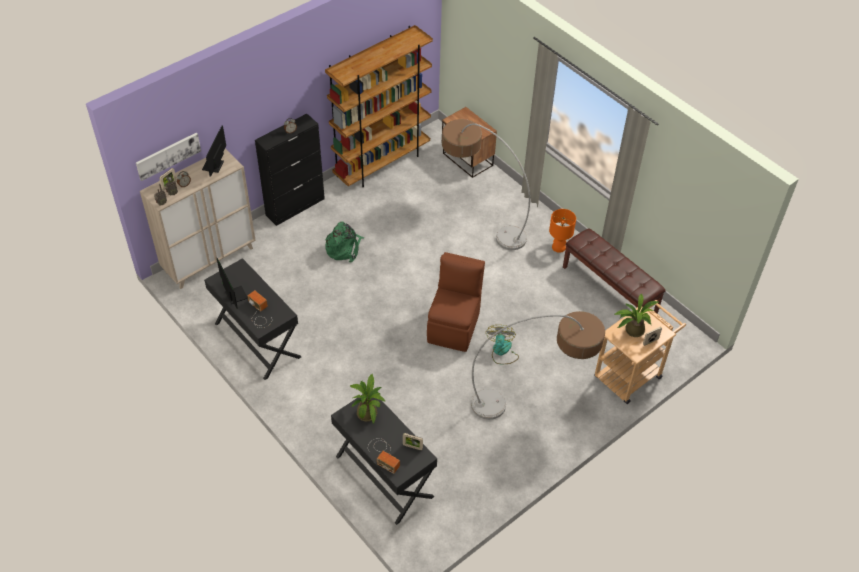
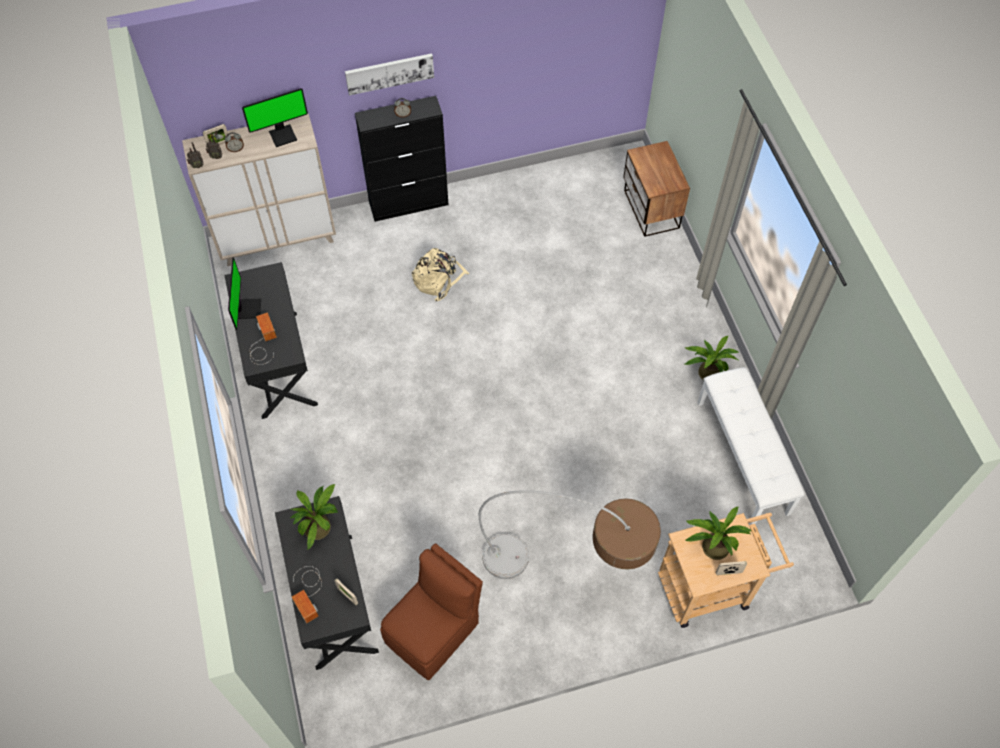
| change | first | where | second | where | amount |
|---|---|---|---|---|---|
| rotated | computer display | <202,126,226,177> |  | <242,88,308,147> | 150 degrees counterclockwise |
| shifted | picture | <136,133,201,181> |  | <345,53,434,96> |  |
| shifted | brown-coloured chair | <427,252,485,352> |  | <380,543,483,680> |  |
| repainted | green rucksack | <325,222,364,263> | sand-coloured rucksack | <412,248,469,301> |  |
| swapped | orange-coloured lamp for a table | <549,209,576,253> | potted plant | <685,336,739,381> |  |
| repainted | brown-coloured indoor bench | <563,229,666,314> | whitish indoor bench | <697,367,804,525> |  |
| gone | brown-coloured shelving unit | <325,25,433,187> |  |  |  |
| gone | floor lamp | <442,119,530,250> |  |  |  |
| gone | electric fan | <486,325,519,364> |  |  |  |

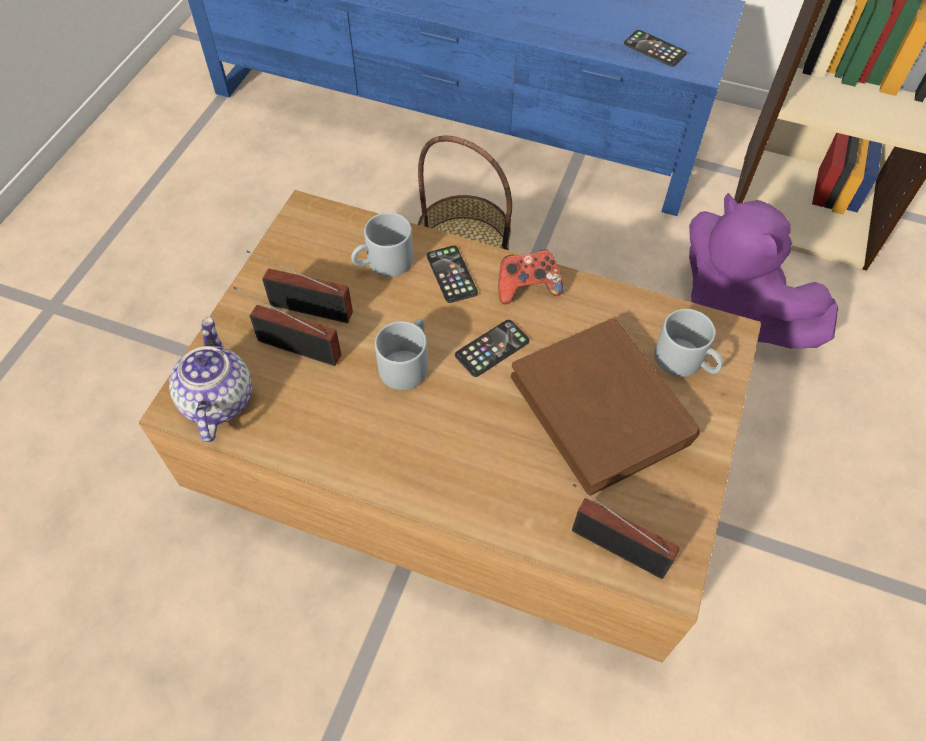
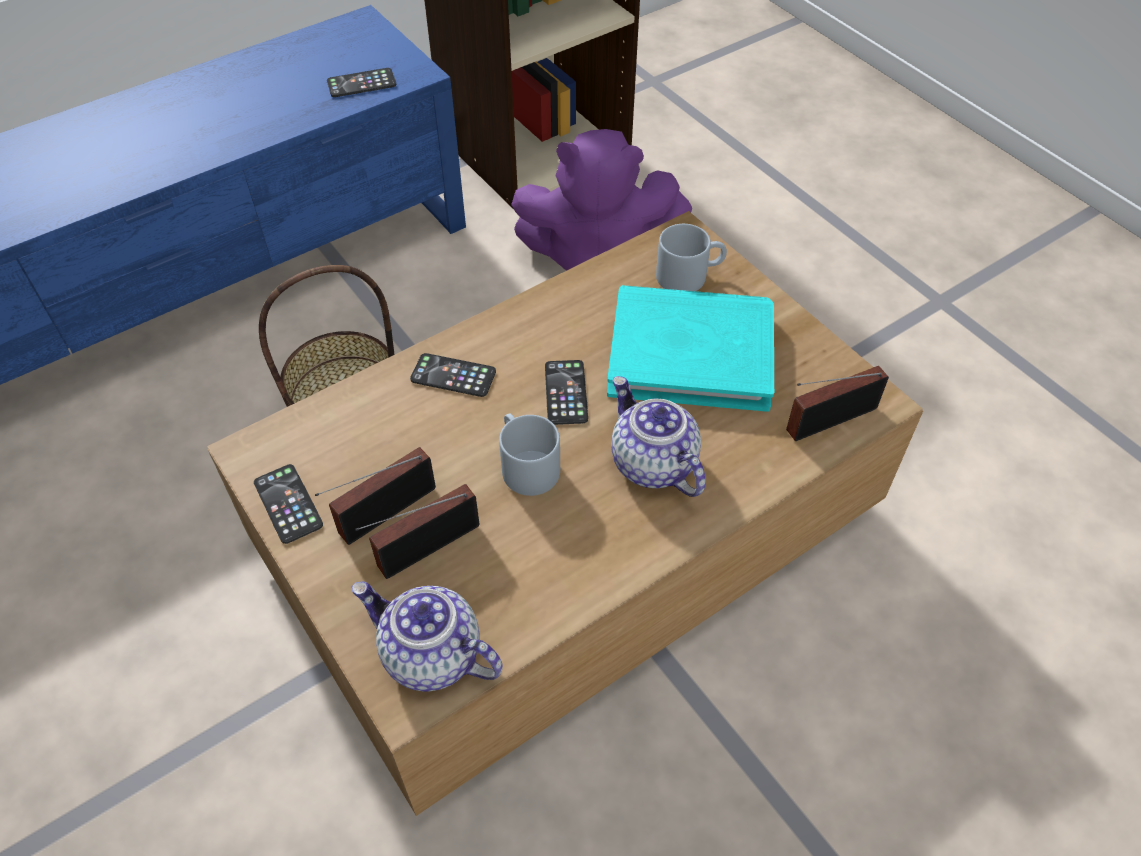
| change | first | where | second | where | amount |
|---|---|---|---|---|---|
| new |  |  | phone | <254,464,323,544> |  |
| repainted | brown-coloured bound book | <511,318,700,496> | turquoise-coloured bound book | <607,285,774,412> |  |
| new |  |  | tea pot | <611,376,706,497> |  |
| gone | greyish mug | <351,212,413,277> |  |  |  |
| gone | joypad | <499,249,563,304> |  |  |  |

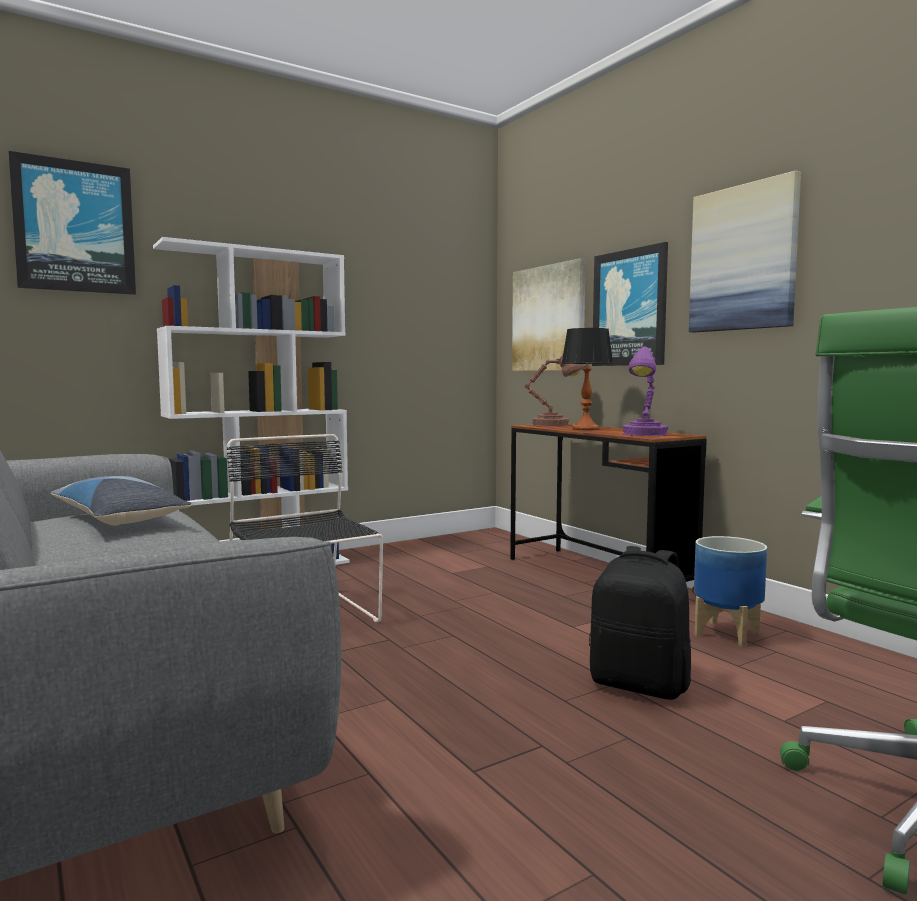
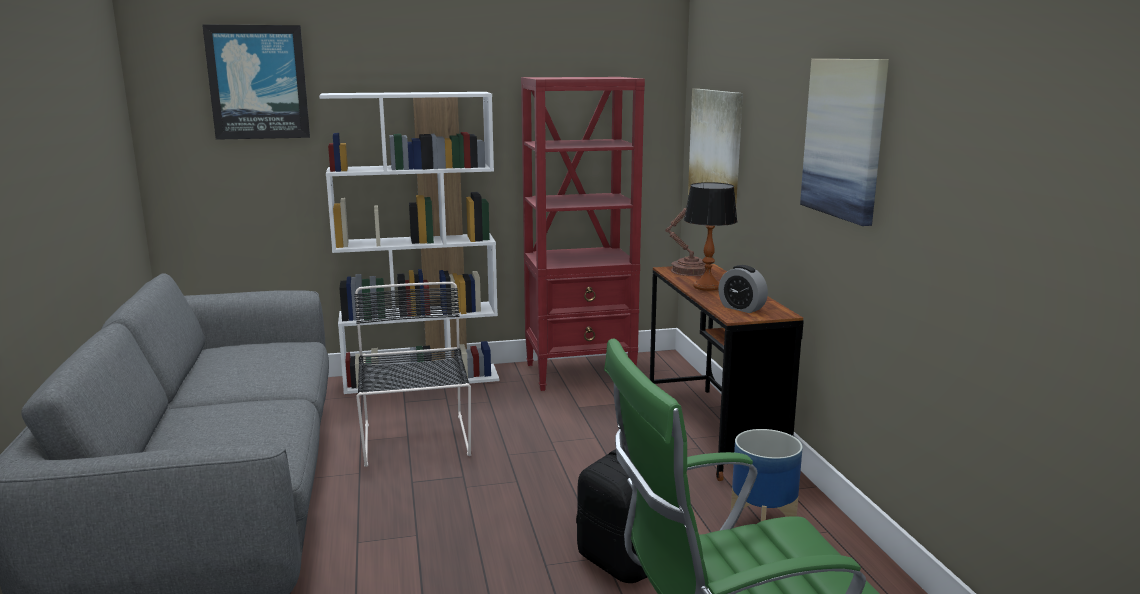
| change | first | where | second | where | amount |
|---|---|---|---|---|---|
| new |  |  | red shelving unit | <521,77,645,391> |  |
| swapped | purplish lamp for a table | <622,346,669,436> | alarm clock | <718,265,768,313> |  |
| gone | pillow | <51,476,191,526> |  |  |  |
| gone | picture | <592,242,668,366> |  |  |  |

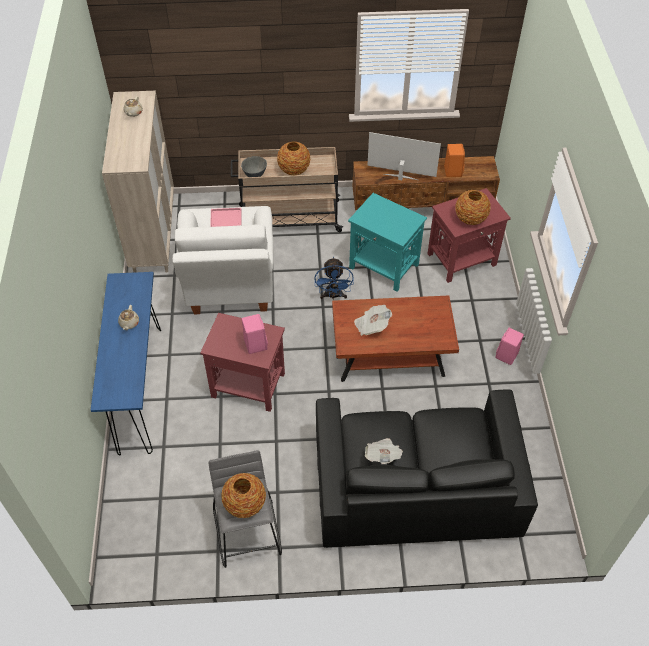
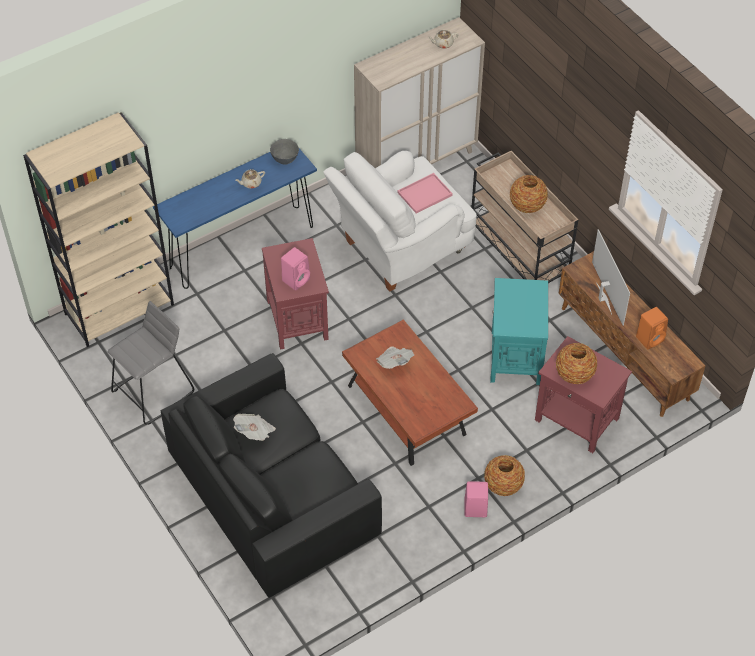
| change | first | where | second | where | amount |
|---|---|---|---|---|---|
| new |  |  | sand-coloured shelving unit | <23,112,174,347> |  |
| shifted | greyish bowl | <241,156,267,177> |  | <270,139,299,165> |  |
| shifted | flower vase | <221,473,266,518> |  | <484,455,525,496> |  |
| gone | bluish electric fan | <314,257,354,300> |  |  |  |

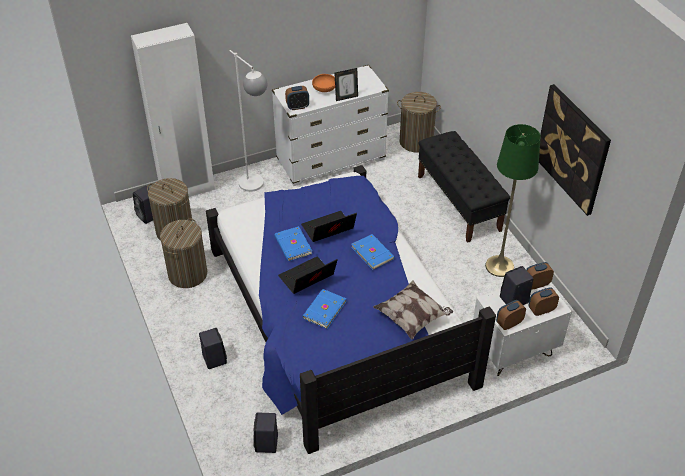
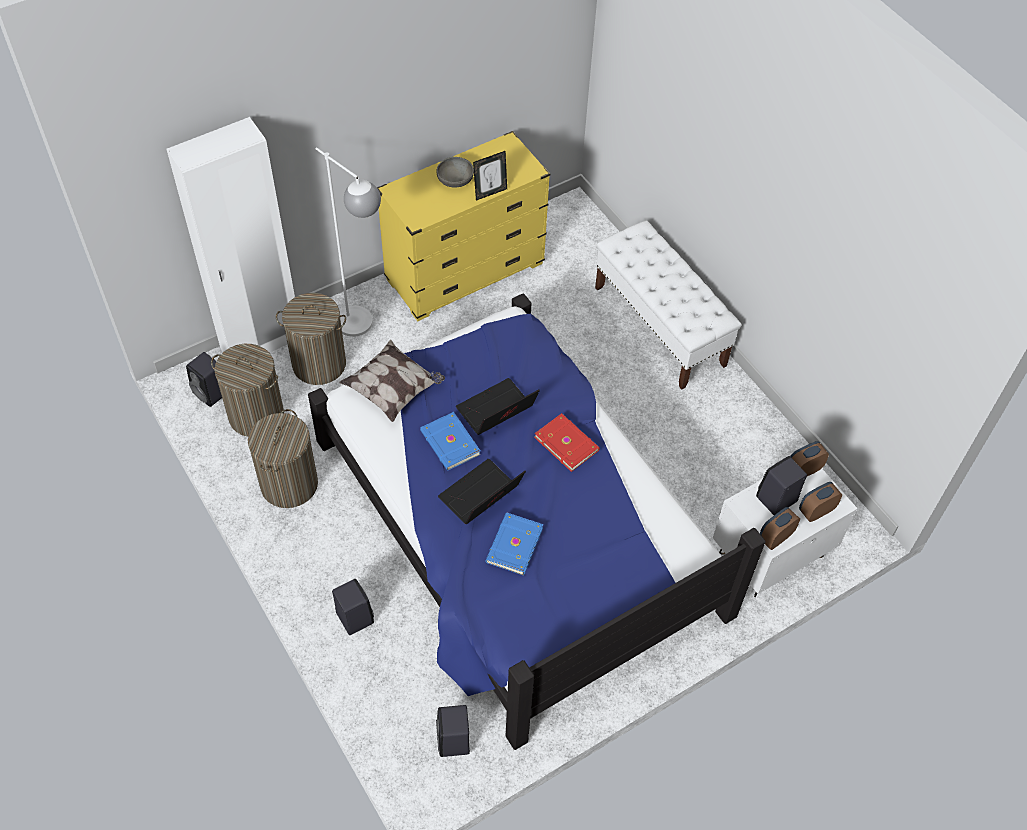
| change | first | where | second | where | amount |
|---|---|---|---|---|---|
| shifted | hamper | <397,92,441,153> |  | <276,293,346,385> |  |
| shifted | pillow | <373,280,453,339> |  | <339,339,445,422> |  |
| repainted | whitish chest of drawers | <272,65,389,186> | yellow chest of drawers | <377,131,550,321> |  |
| repainted | orange-coloured bowl | <312,74,335,92> | greyish bowl | <436,157,474,188> |  |
| repainted | bluish bound book | <351,234,395,270> | red bound book | <534,413,600,472> |  |
| repainted | black indoor bench | <418,131,510,243> | whitish indoor bench | <595,220,742,390> |  |
| gone | alarm clock | <285,86,309,110> |  |  |  |
| gone | green floor lamp | <485,124,541,277> |  |  |  |
| gone | picture | <539,84,611,216> |  |  |  |

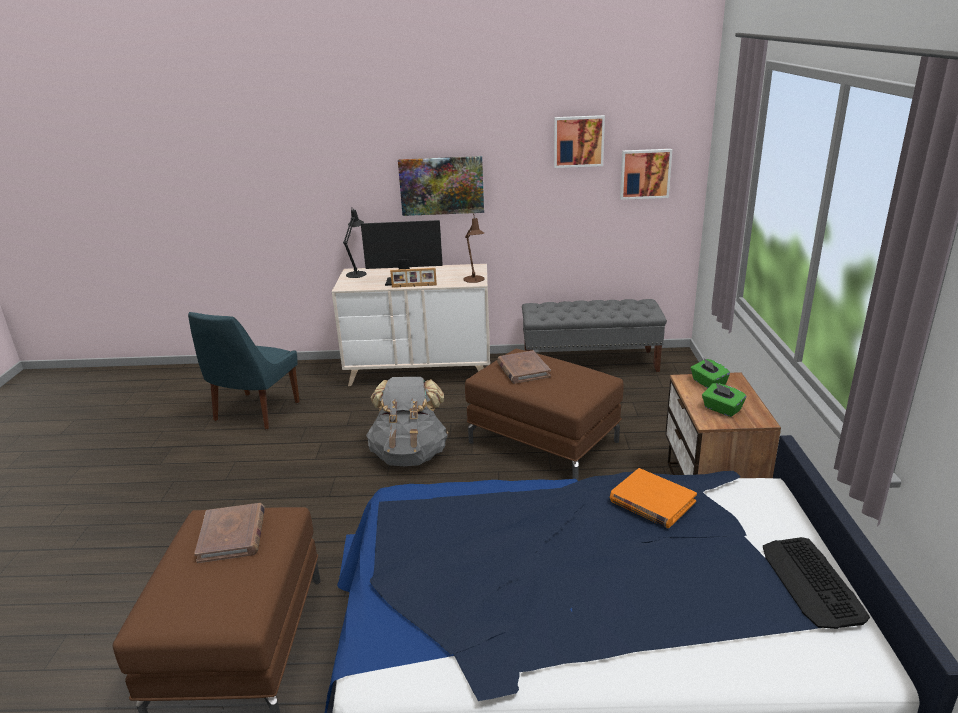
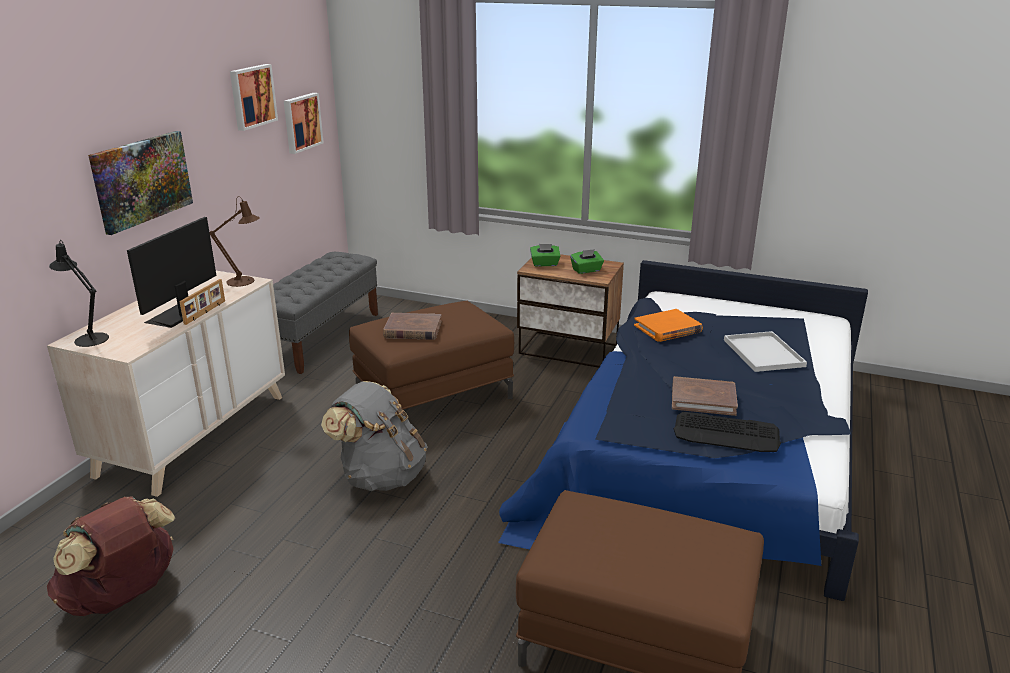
| change | first | where | second | where | amount |
|---|---|---|---|---|---|
| swapped | bluish chair | <188,312,300,429> | brown-coloured rucksack | <47,496,175,616> |  |
| shifted | brown-coloured bound book | <194,503,265,563> |  | <672,376,738,416> |  |
| shifted | keyboard | <763,537,870,629> |  | <674,412,781,452> |  |
| new |  |  | whitish tray | <724,331,807,372> |  |

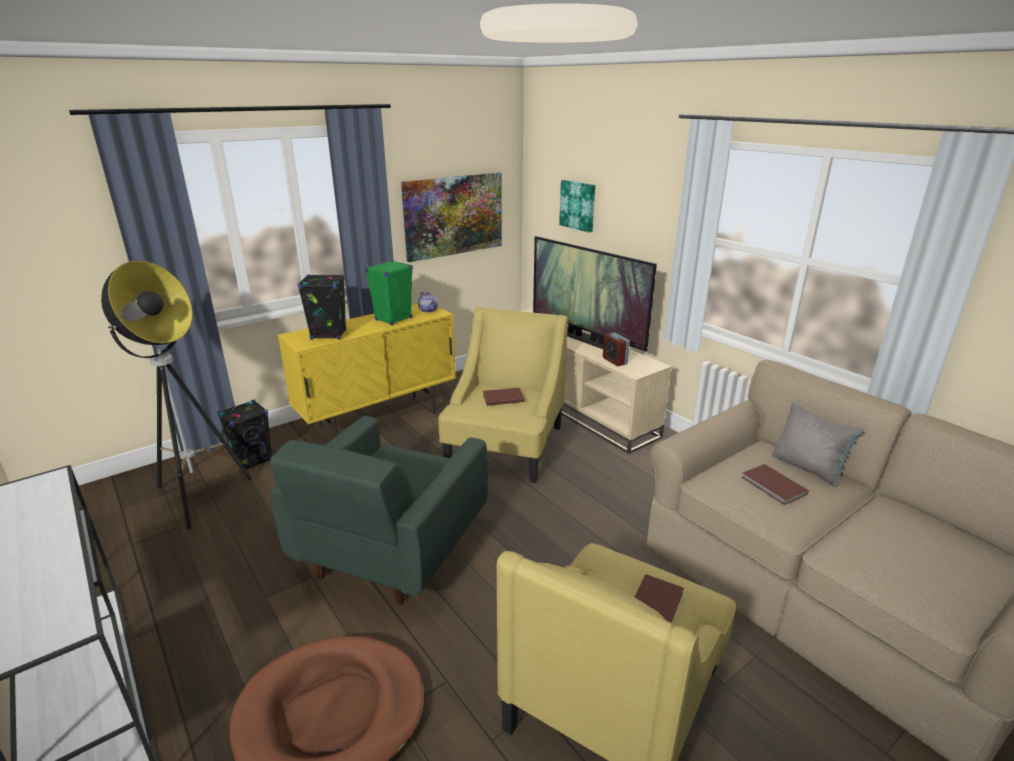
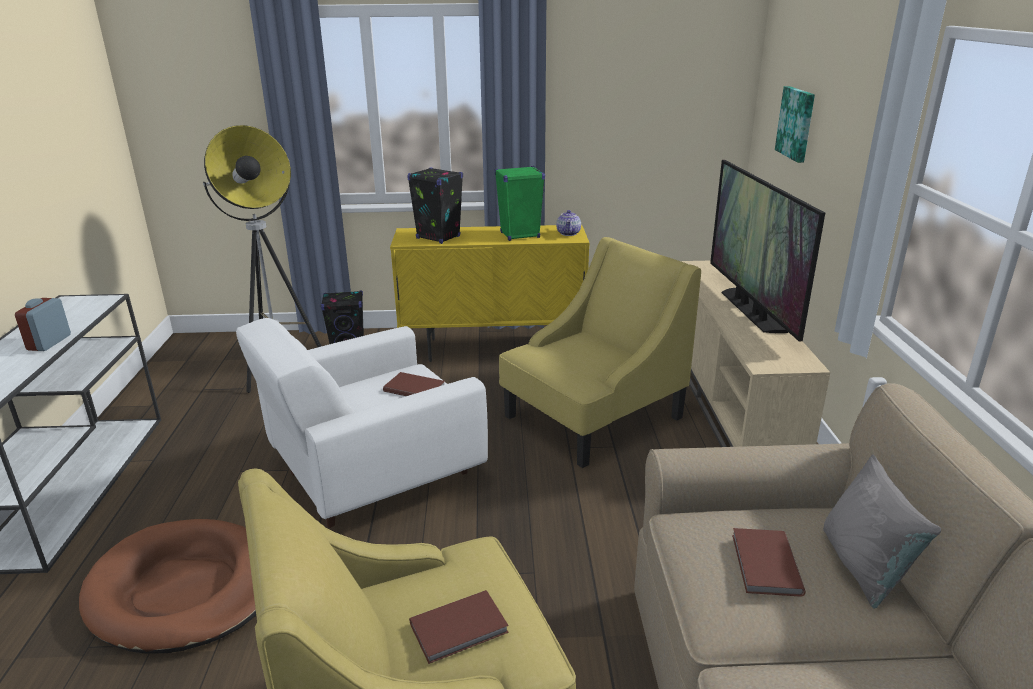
| change | first | where | second | where | amount |
|---|---|---|---|---|---|
| shifted | alarm clock | <603,332,630,366> |  | <15,298,71,351> |  |
| repainted | green lounge chair | <270,416,488,605> | whitish lounge chair | <236,318,488,528> |  |
| shifted | brown-coloured bound book | <483,388,525,406> |  | <383,372,445,396> |  |
| gone | picture | <401,172,502,262> |  |  |  |

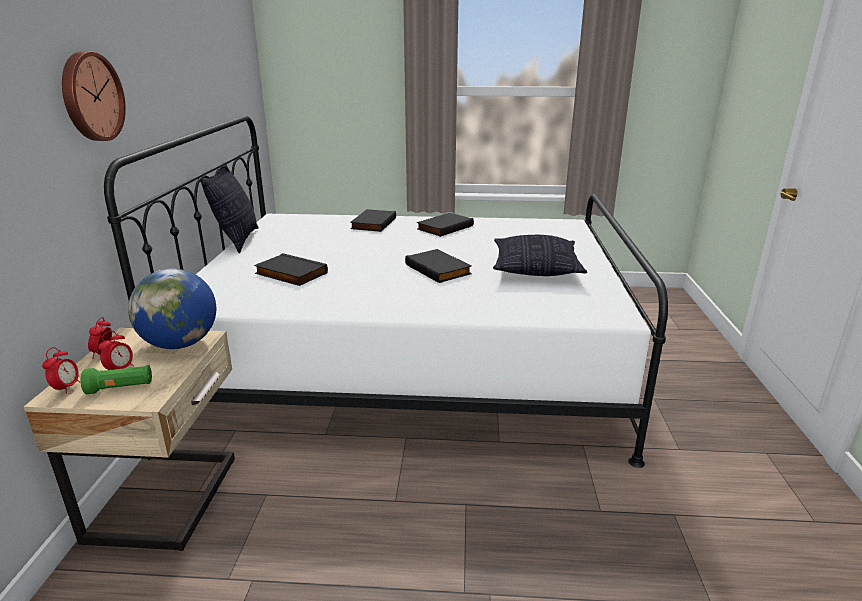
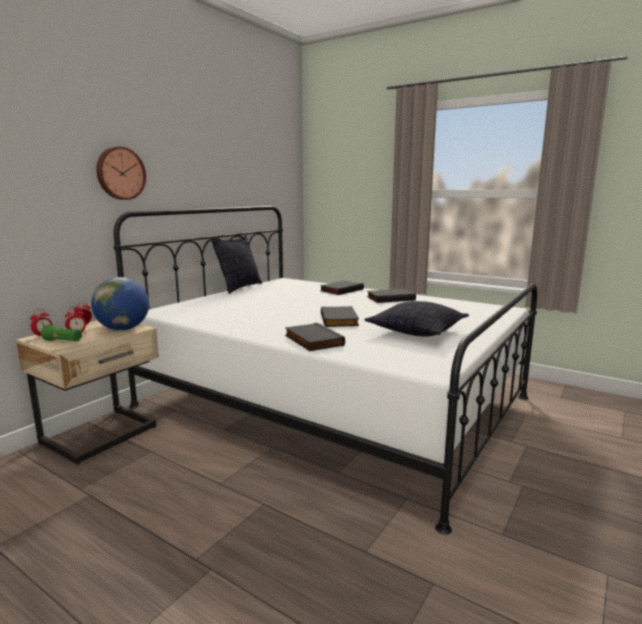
| change | first | where | second | where | amount |
|---|---|---|---|---|---|
| shifted | black bound book | <254,253,328,286> |  | <285,323,345,351> |  |

